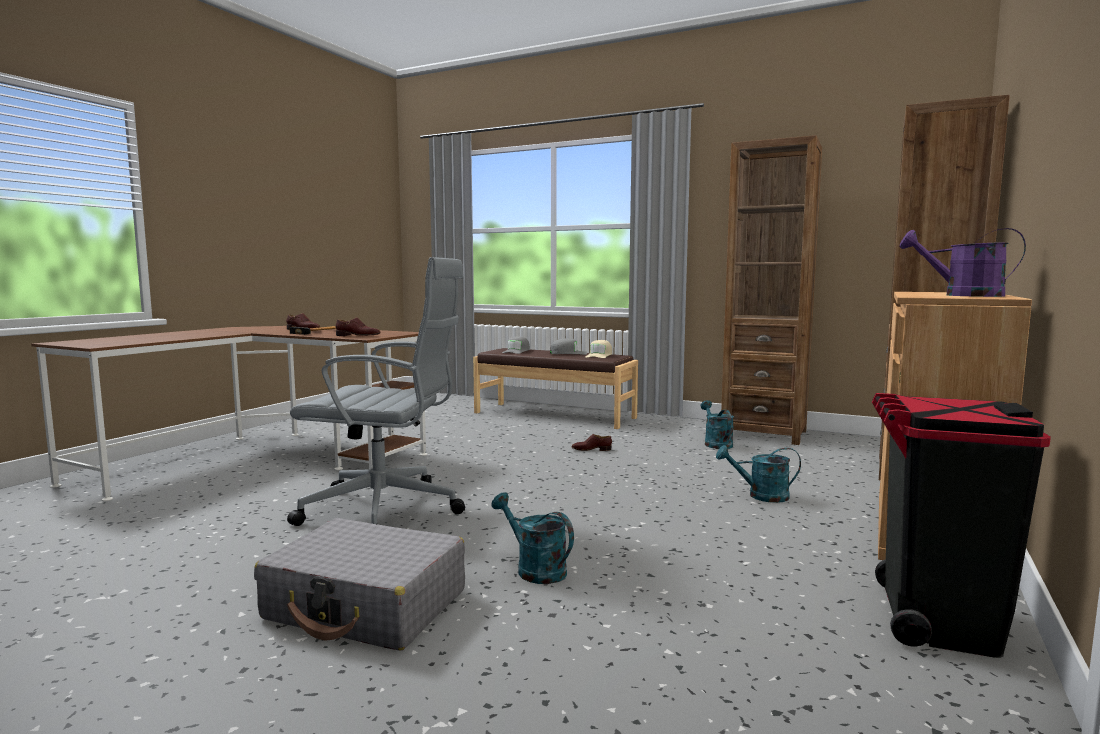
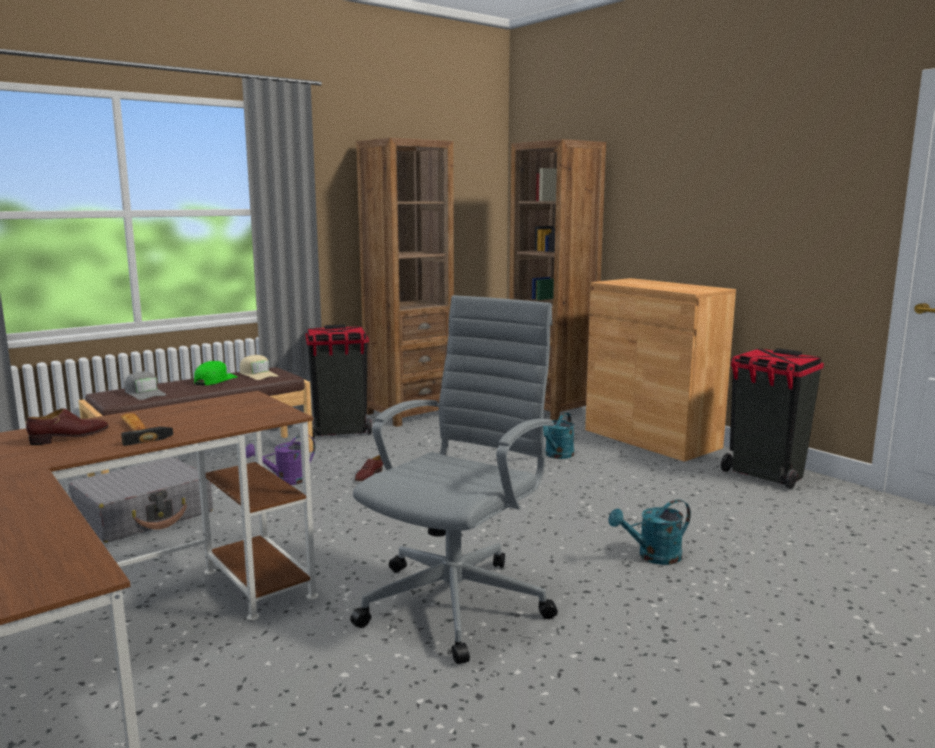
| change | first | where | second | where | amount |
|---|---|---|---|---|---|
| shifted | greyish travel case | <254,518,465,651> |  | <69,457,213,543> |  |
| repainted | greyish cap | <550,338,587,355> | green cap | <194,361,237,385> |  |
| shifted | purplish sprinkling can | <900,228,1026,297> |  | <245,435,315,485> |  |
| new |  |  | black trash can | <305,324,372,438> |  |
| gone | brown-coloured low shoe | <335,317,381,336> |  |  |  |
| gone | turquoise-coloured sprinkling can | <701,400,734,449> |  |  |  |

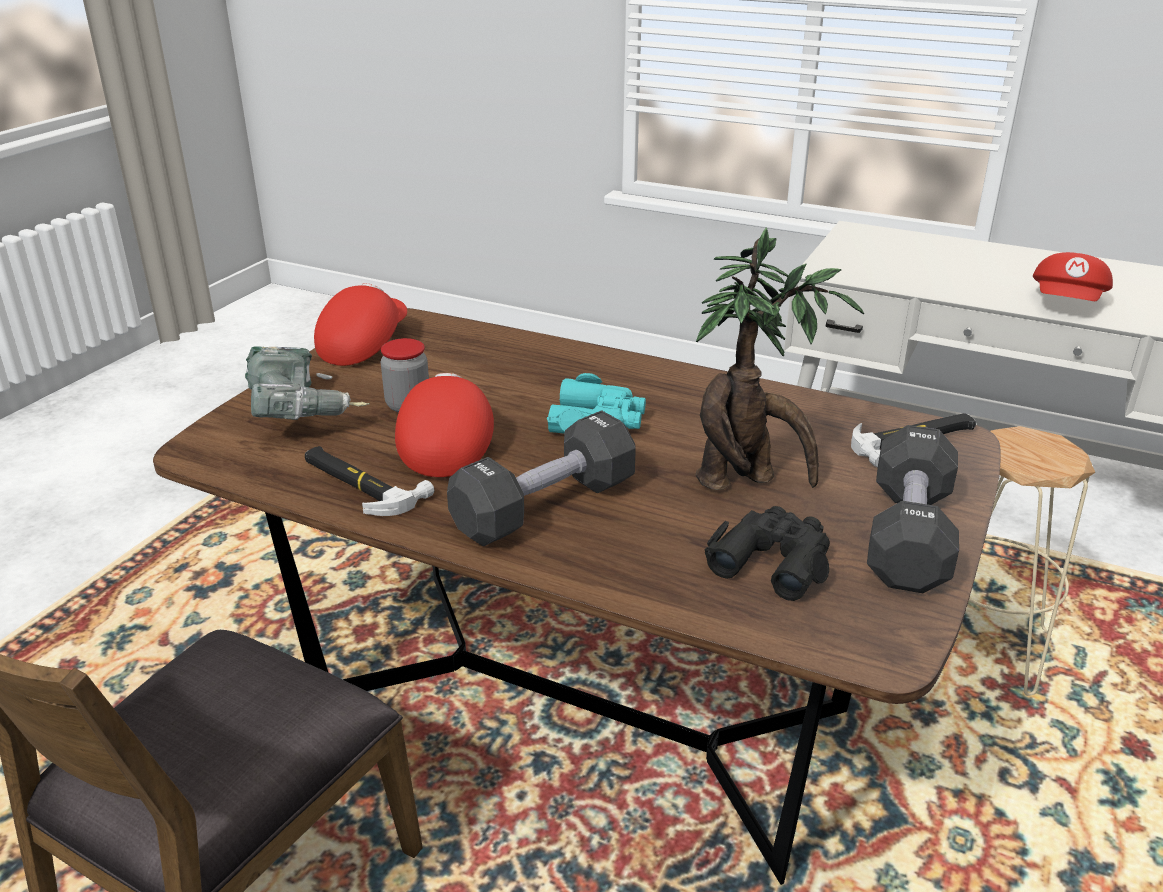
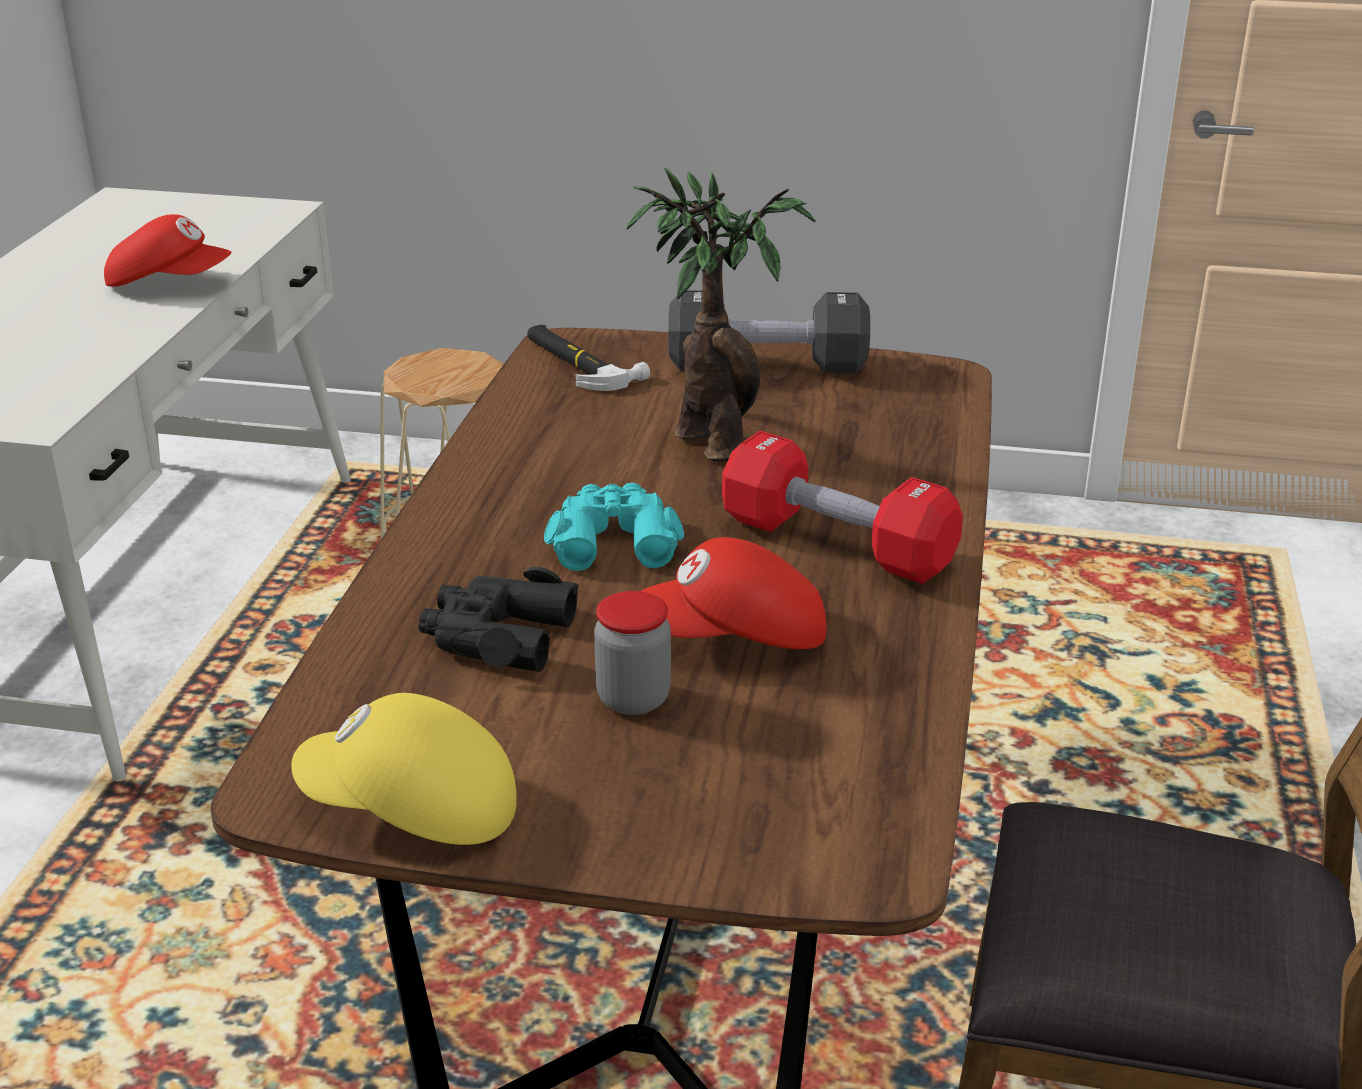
| change | first | where | second | where | amount |
|---|---|---|---|---|---|
| repainted | red cap | <314,283,407,366> | yellow cap | <291,693,517,845> |  |
| shifted | black field glasses | <704,506,830,601> |  | <418,567,579,672> |  |
| repainted | black free weight | <447,410,636,546> | red free weight | <722,431,963,584> |  |
| gone | electric drill | <245,346,370,420> |  |  |  |
| gone | tool hammer | <305,446,434,516> |  |  |  |

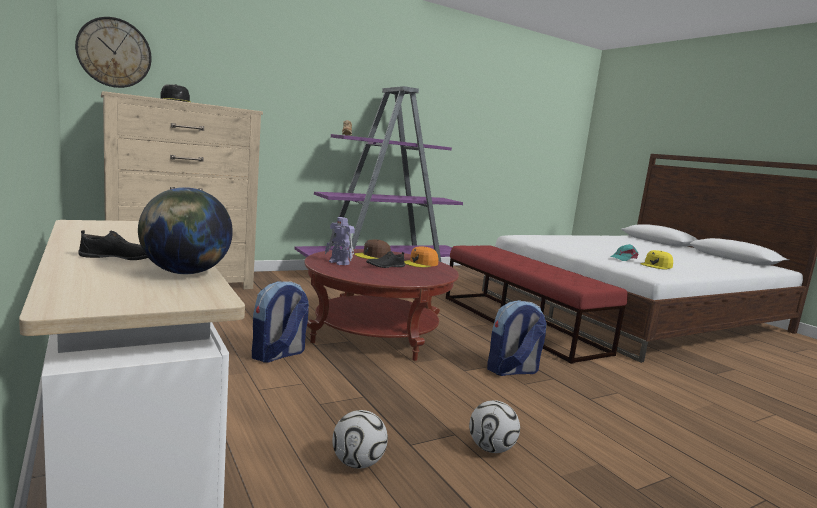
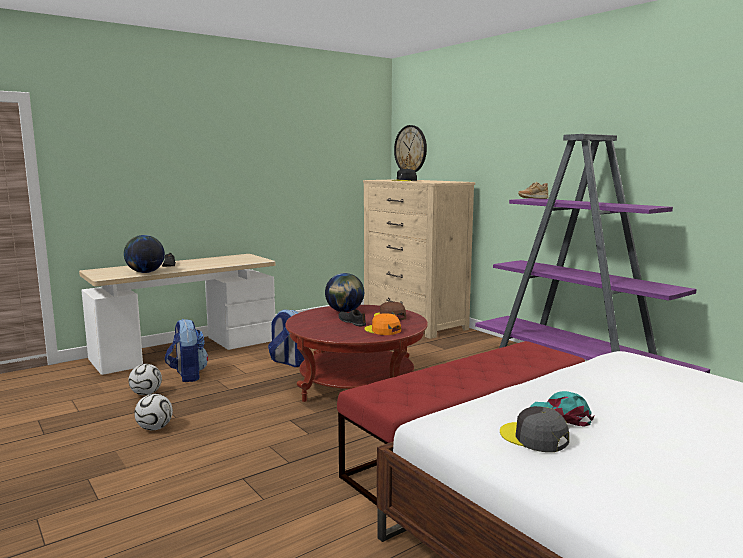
| change | first | where | second | where | amount |
|---|---|---|---|---|---|
| shifted | rucksack | <487,300,546,376> |  | <165,319,208,382> |  |
| swapped | toy robot | <325,217,355,265> | desk globe | <325,273,364,312> |  |
| repainted | yellow cap | <640,250,673,270> | greyish cap | <500,406,569,452> |  |

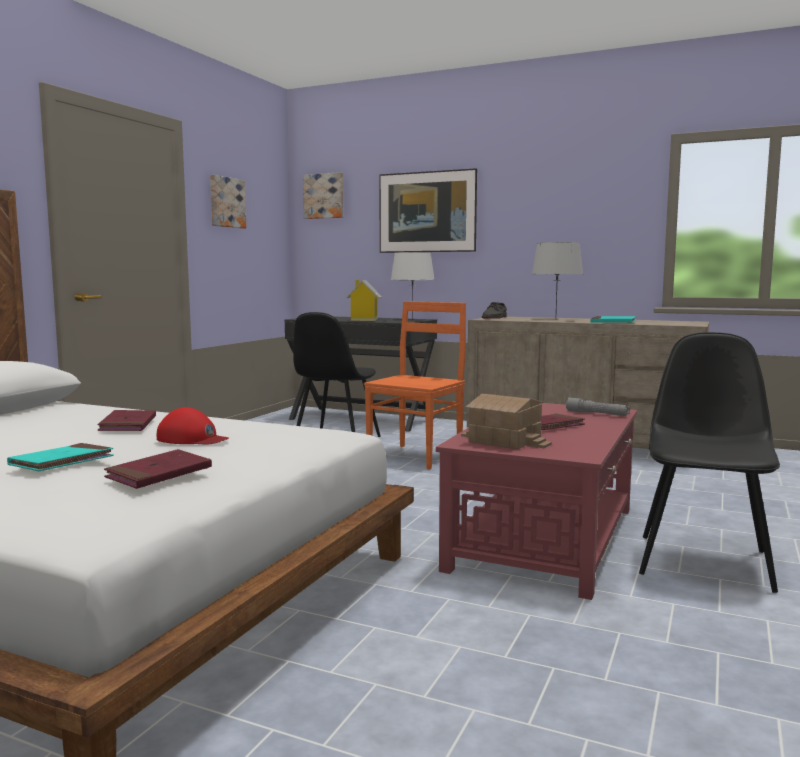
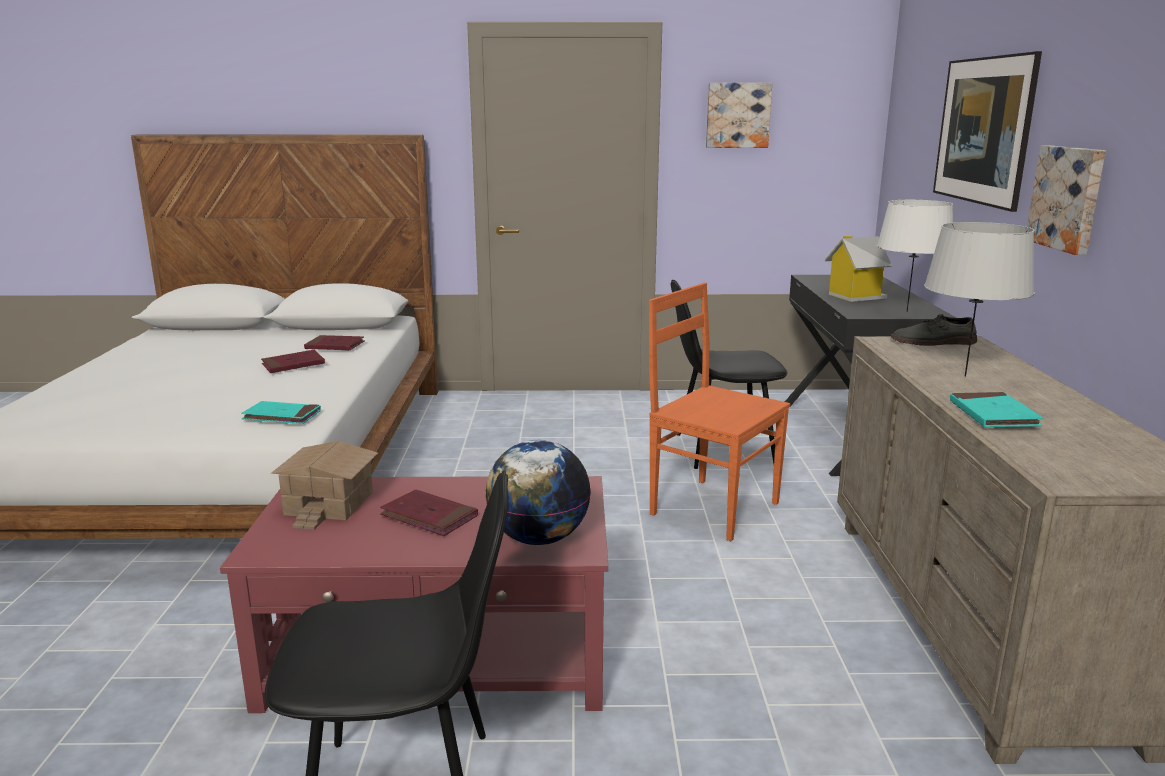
| change | first | where | second | where | amount |
|---|---|---|---|---|---|
| shifted | turquoise-coloured bound book | <7,443,114,471> |  | <241,401,321,424> |  |
| shifted | red bound book | <104,449,212,489> |  | <304,335,365,351> |  |
| swapped | greyish torch | <566,397,630,416> | desk globe | <485,440,591,545> |  |
| rotated | orange-coloured chair | <364,301,466,470> |  | <649,283,790,541> | 150 degrees counterclockwise |
| shifted | picture | <303,172,343,219> |  | <1027,145,1106,255> |  |
| gone | red cap | <157,407,229,444> |  |  |  |

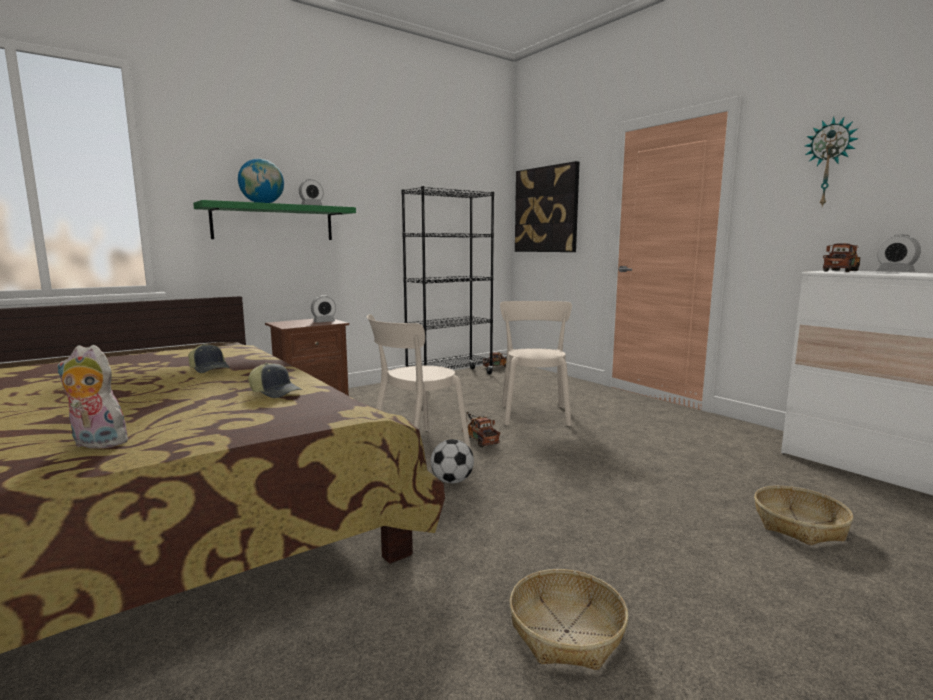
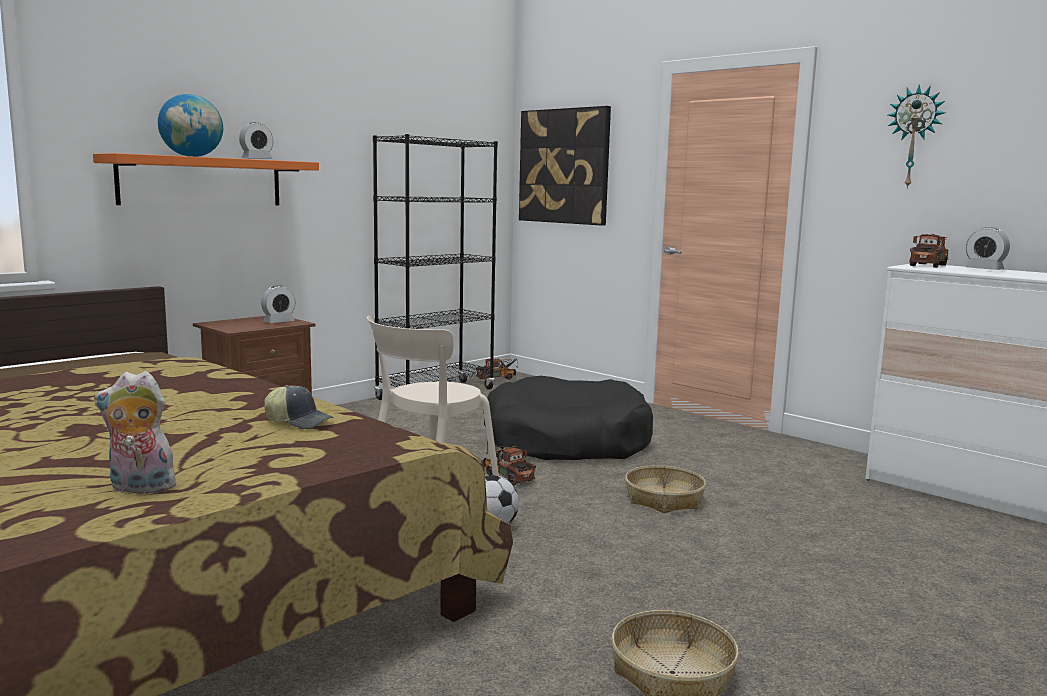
| change | first | where | second | where | amount |
|---|---|---|---|---|---|
| repainted | green bracket shelf | <193,200,356,240> | orange-coloured bracket shelf | <93,153,319,206> |  |
| swapped | sand-coloured chair | <500,301,572,426> | black pet bed | <483,376,653,460> |  |
| shifted | storage basket | <754,486,853,545> |  | <625,465,706,513> |  |
| gone | cap | <188,344,230,373> |  |  |  |

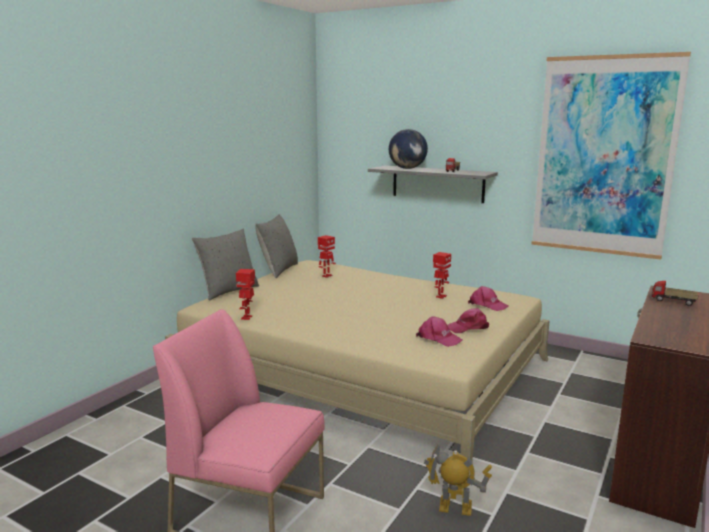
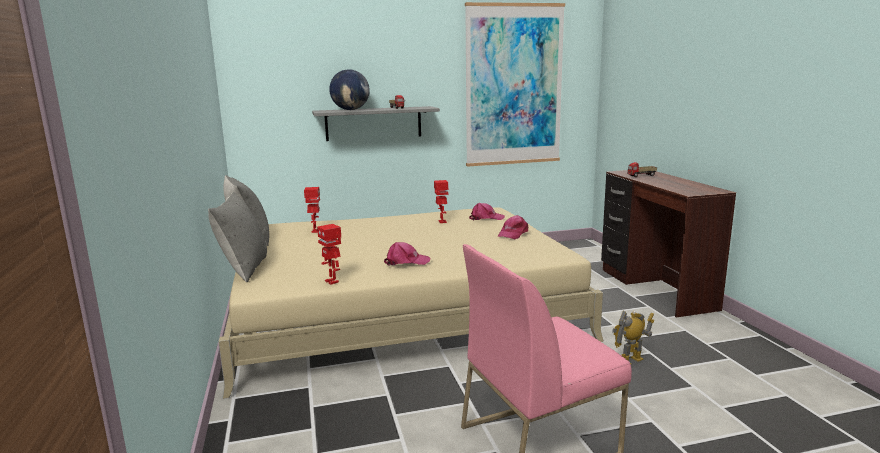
| change | first | where | second | where | amount |
|---|---|---|---|---|---|
| shifted | pink cap | <416,316,462,347> |  | <384,242,430,266> |  |

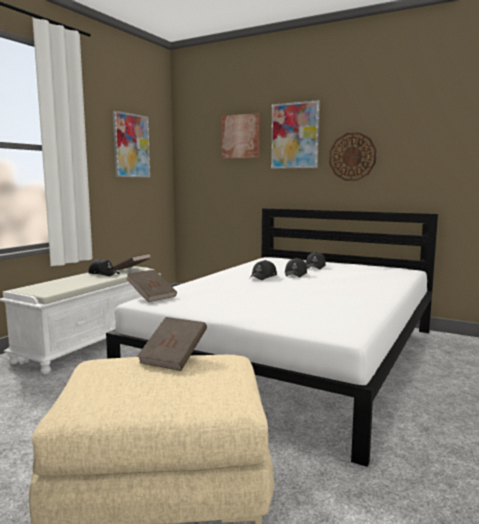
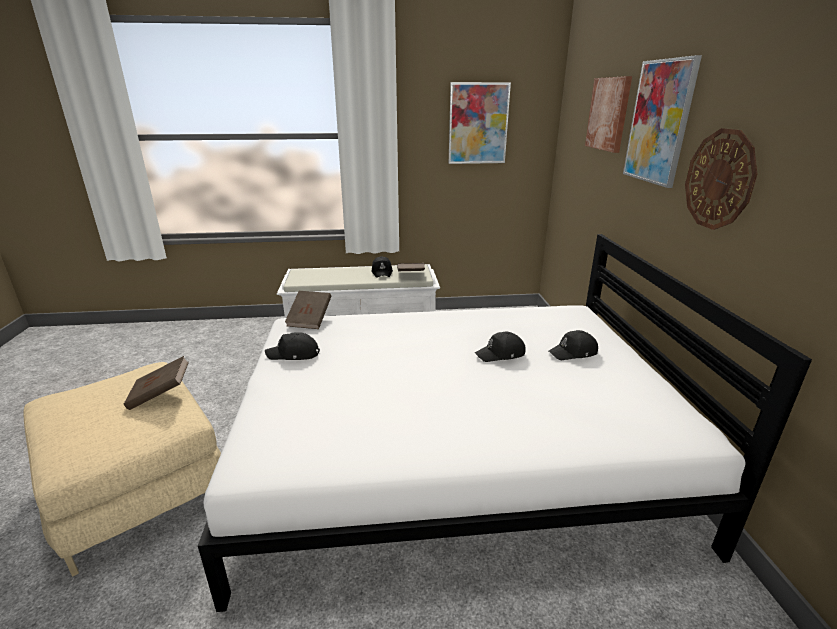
| change | first | where | second | where | amount |
|---|---|---|---|---|---|
| shifted | black cap | <249,260,277,280> |  | <265,332,320,360> |  |

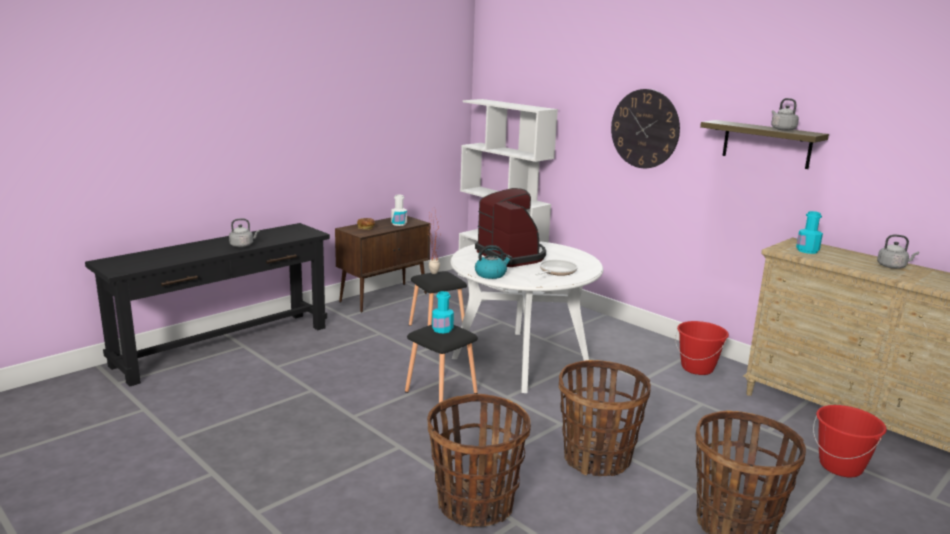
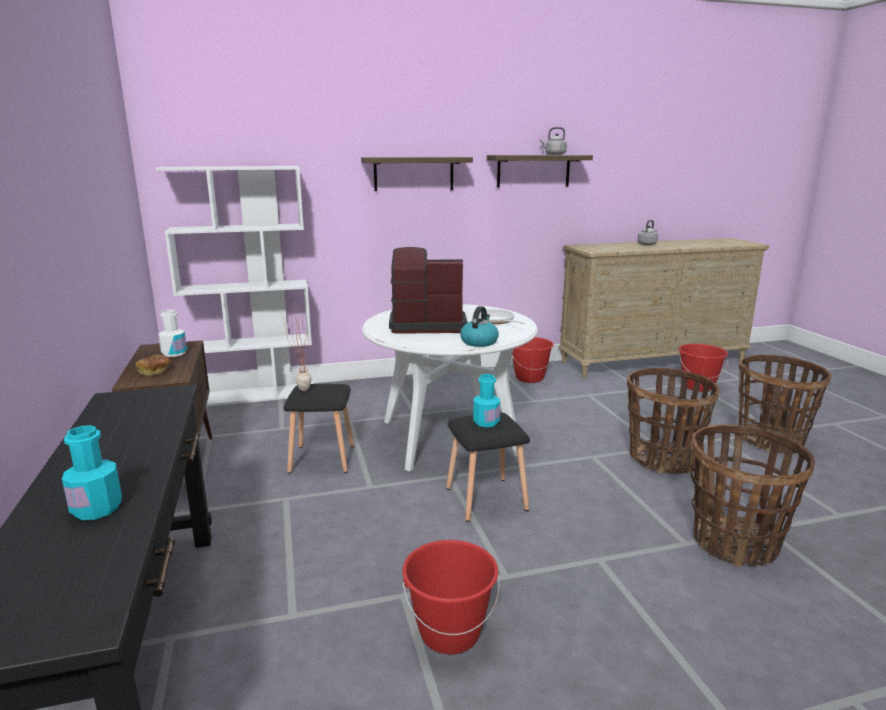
| change | first | where | second | where | amount |
|---|---|---|---|---|---|
| shifted | turquoise-coloured bottle | <796,211,823,254> |  | <62,425,122,520> |  |
| swapped | clock on the wall | <611,89,680,168> | bracket shelf | <361,157,473,191> |  |
| new |  |  | red bucket | <402,540,500,654> |  |
| gone | greyish water kettle | <229,218,260,247> |  |  |  |

